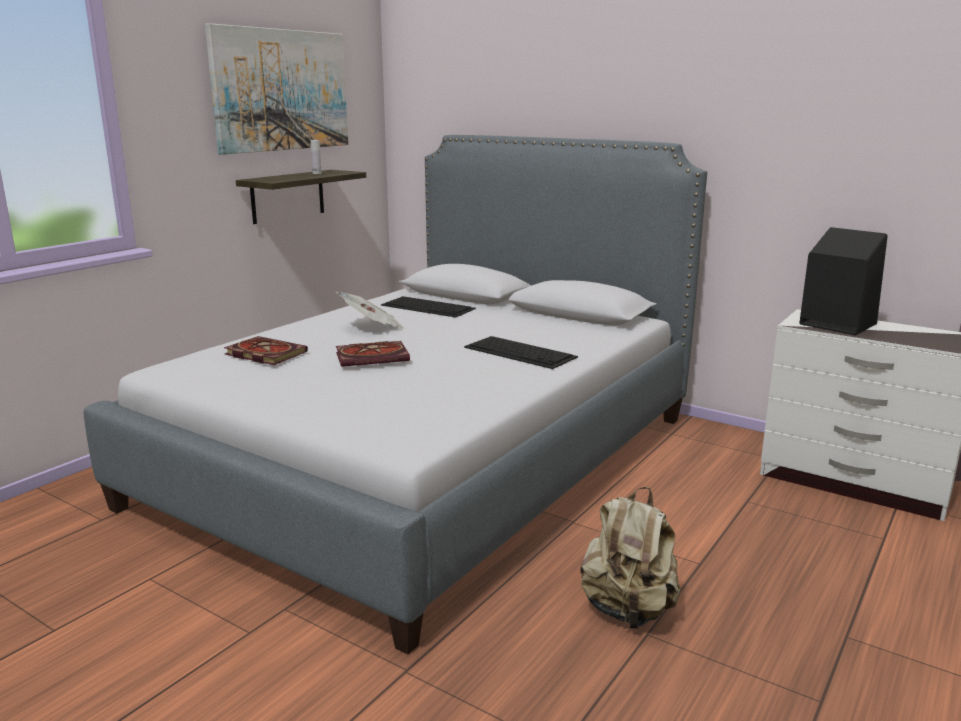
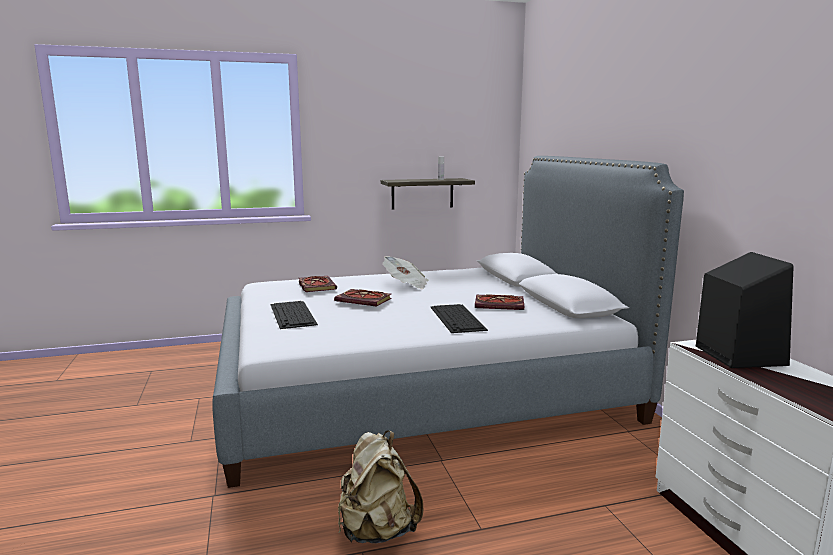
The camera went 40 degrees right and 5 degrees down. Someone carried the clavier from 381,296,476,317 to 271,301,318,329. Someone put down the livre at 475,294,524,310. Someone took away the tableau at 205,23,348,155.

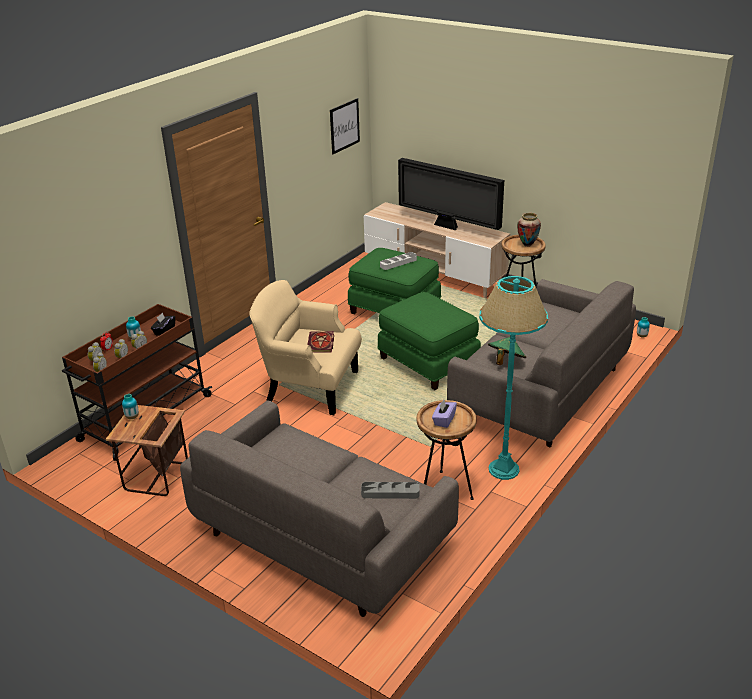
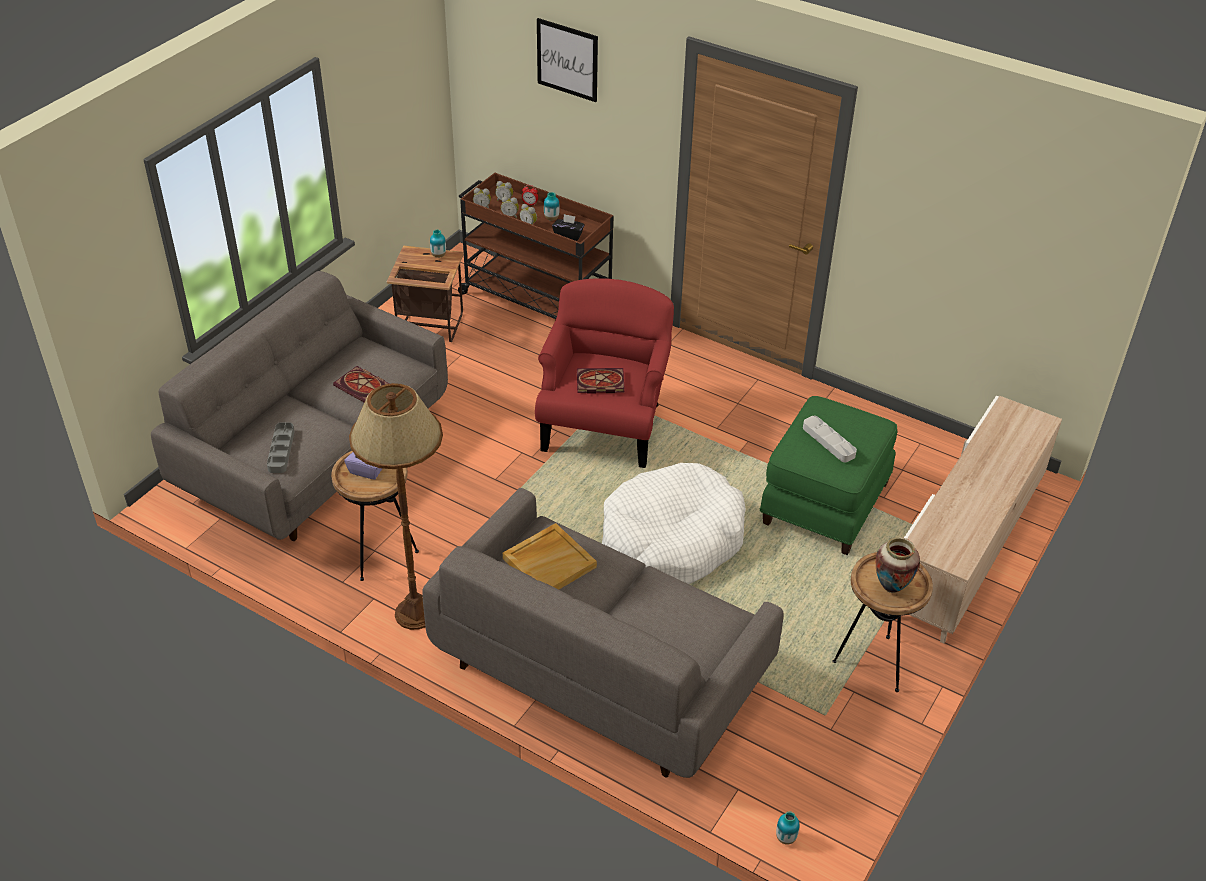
The camera went 85 degrees right and 10 degrees up. Someone put down the livre at 333,366,389,402. Someone repainted the lampadaire [turquoise] at 479,276,548,480, which became the lampadaire [marron] at 349,383,443,630. Someone swapped the chapeau [vert] at 488,337,526,365 for the plateau [beige] at 503,523,597,589. Someone repainted the fauteuil [beige] at 249,280,362,415, which became the fauteuil [rouge] at 535,278,674,468. Someone carried the tableau from 330,98,360,154 to 537,18,598,102. Someone swapped the pouf [vert] at 377,292,481,390 for the panier pour chien [blanc] at 602,463,746,584. Someone took away the téléviseur at 398,158,504,230.

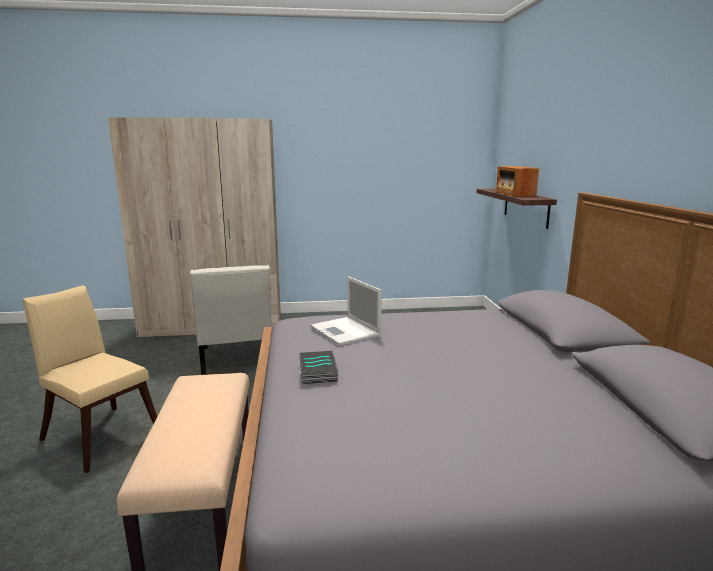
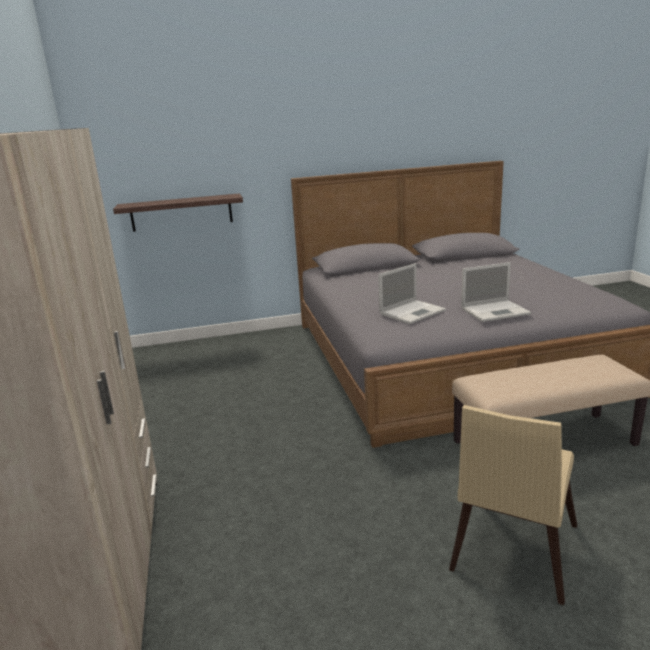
The camera went 95 degrees left and 5 degrees up. Someone swapped the livre at 299,351,338,384 for the ordinateur portable at 461,262,531,322. Someone took away the chaise [blanc] at 190,265,272,375. Someone took away the radio at 496,166,539,197.

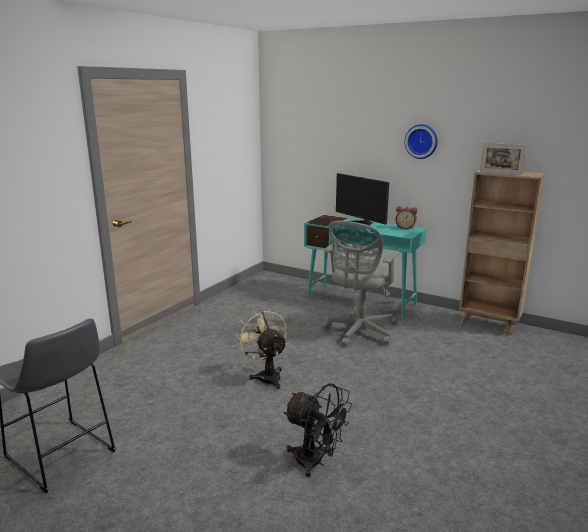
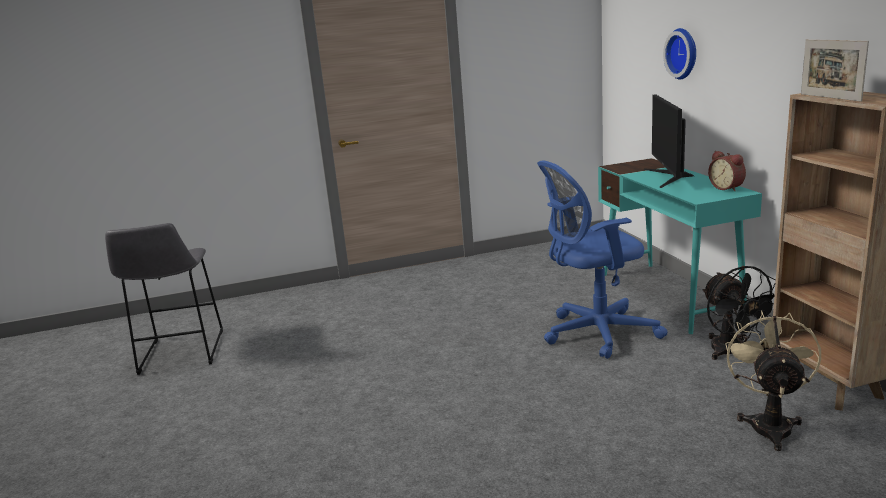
The camera went 45 degrees right and 0 degrees up. Someone repainted the chaise de bureau [gris] at 323,221,399,346, which became the chaise de bureau [bleu] at 537,161,668,359. Someone carried the horloge murale from 405,124,438,159 to 663,28,696,79. Someone carried the ventilateur [noir] from 283,383,352,478 to 702,266,776,360. Someone carried the ventilateur [beige] from 236,308,287,389 to 725,310,821,451.

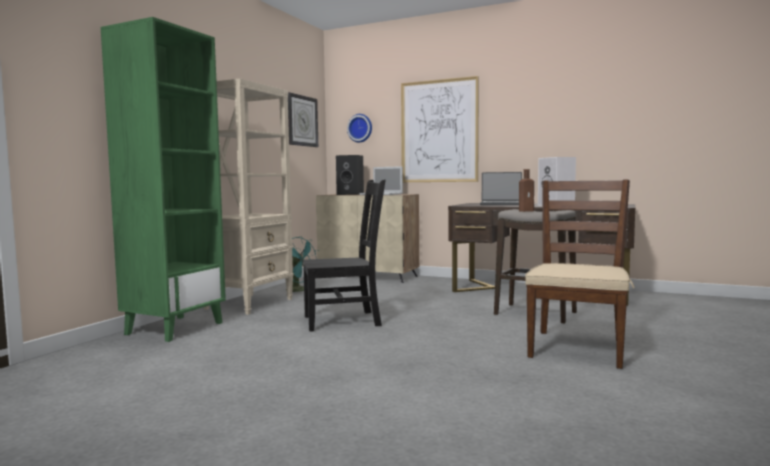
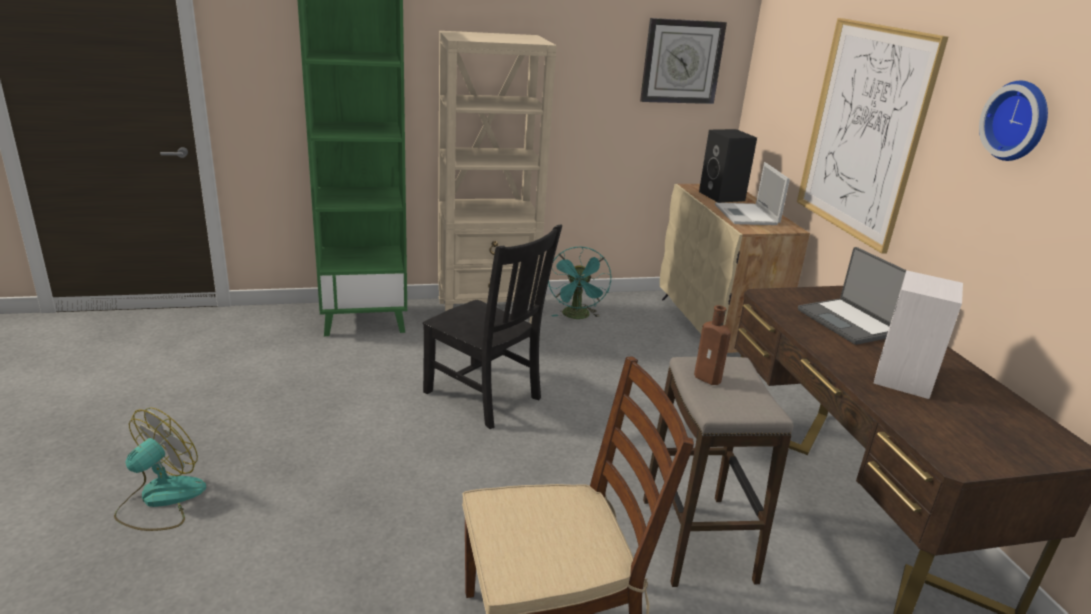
The camera went 50 degrees right and 20 degrees up. Someone put down the ventilateur at 114,407,206,531. Someone carried the horloge murale from 347,114,372,143 to 979,80,1048,161.

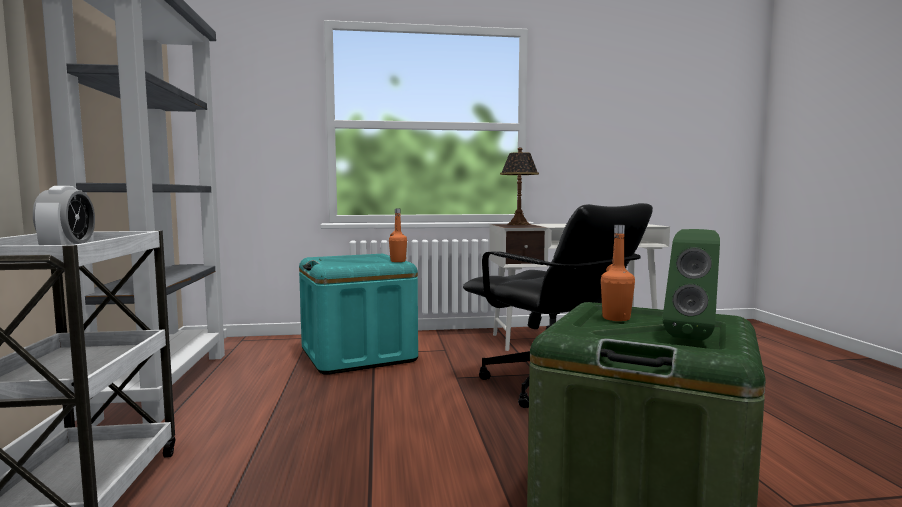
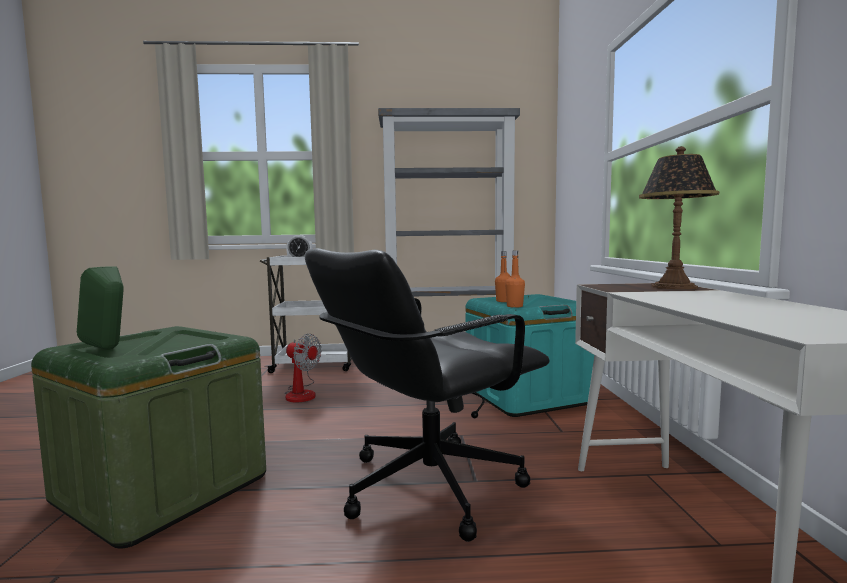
The camera went 95 degrees right and 0 degrees up. Someone put down the ventilateur at 284,334,322,403. Someone carried the bouteille [orange] from 601,225,635,321 to 495,251,511,302.

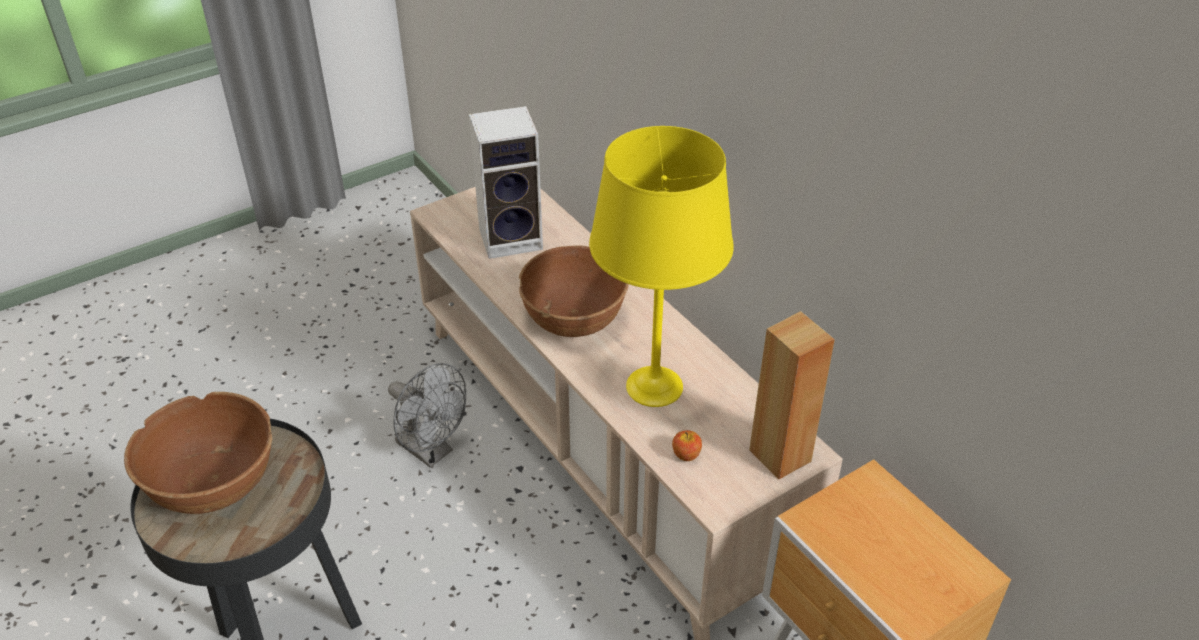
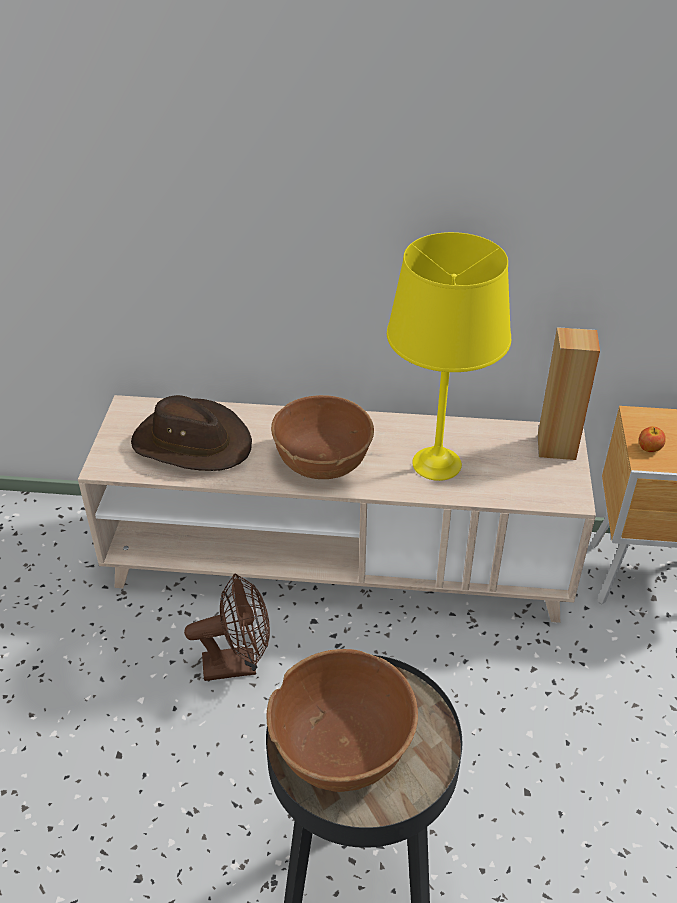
The camera went 50 degrees left and 0 degrees up. Someone swapped the enceinte at 469,106,543,259 for the chapeau [marron] at 131,395,252,471. Someone repainted the ventilateur [gris] at 388,363,466,468, which became the ventilateur [marron] at 184,574,270,681. Someone carried the pomme from 672,431,702,461 to 639,426,666,452.

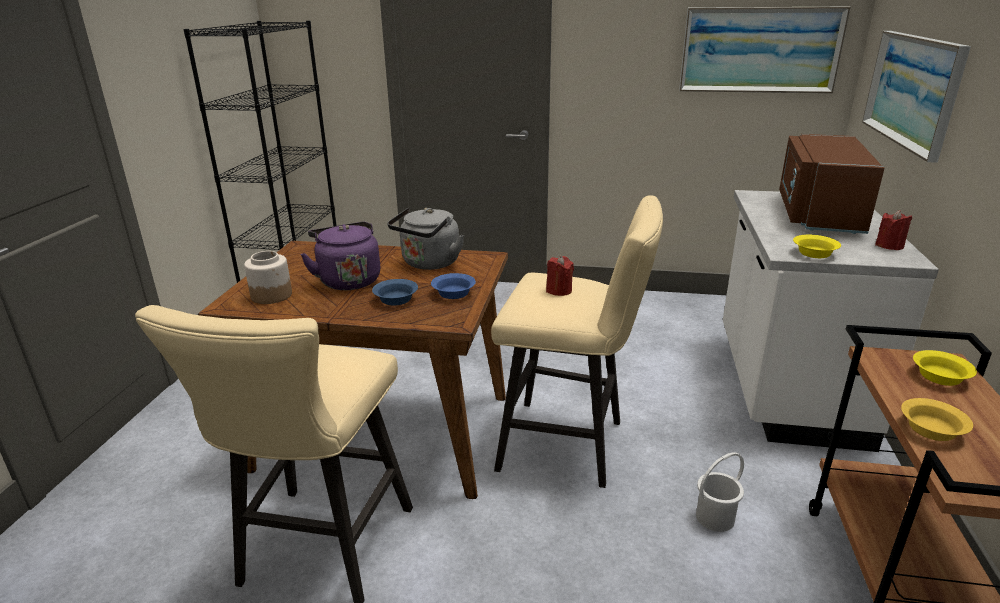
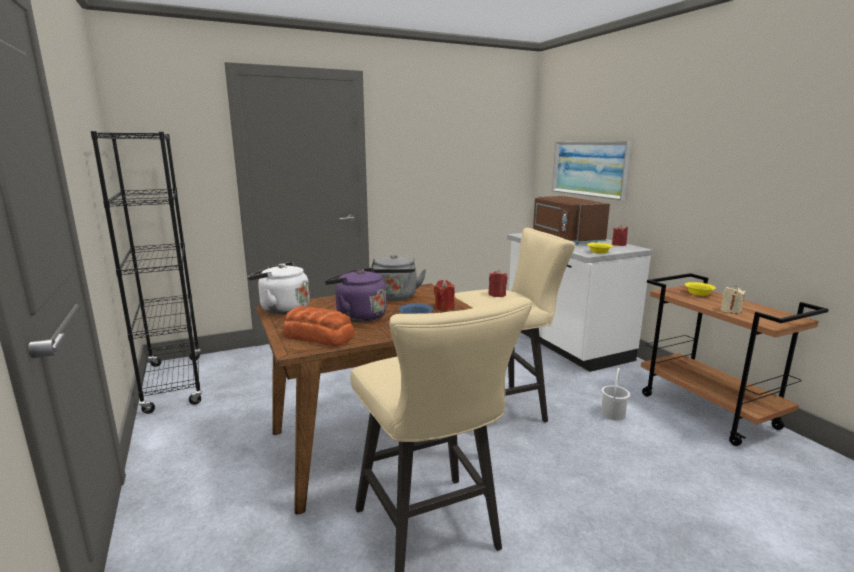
The camera went 35 degrees left and 10 degrees down. Someone put down the bouilloire [blanc] at 247,262,310,314. Someone swapped the bocal at 244,251,292,304 for the pain at 283,306,355,346. Someone swapped the bol [bleu] at 431,273,476,299 for the bougie [rouge] at 434,280,455,311. Someone swapped the bol [jaune] at 901,398,973,441 for the bougie [beige] at 720,285,746,314. Someone took away the tableau at 679,7,851,93.

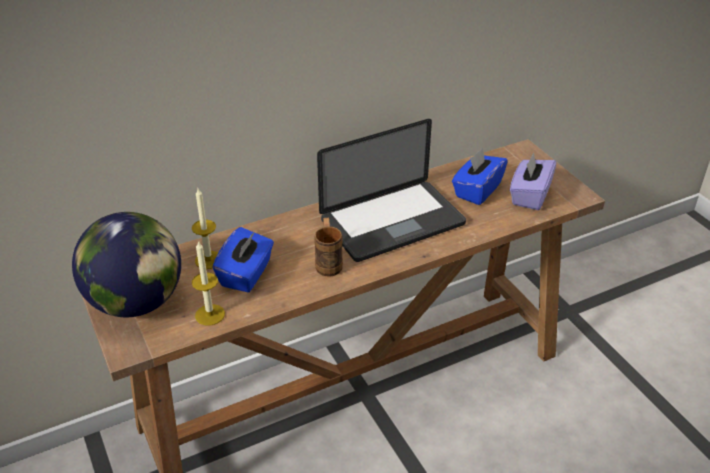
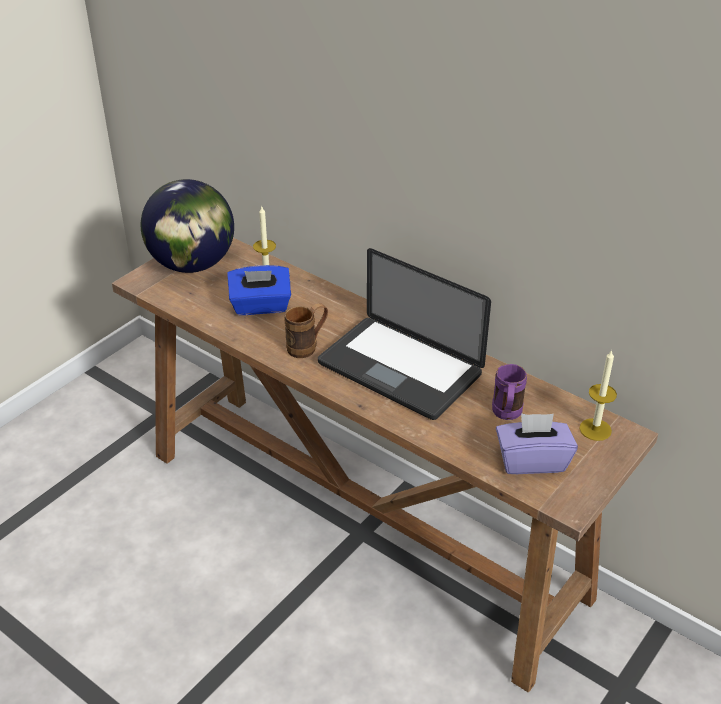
The camera went 65 degrees right and 0 degrees up. Someone swapped the boîte à mouchoirs [bleu] at 452,148,508,205 for the mug [violet] at 492,364,527,420. Someone carried the bougie from 192,240,225,326 to 579,350,617,441.

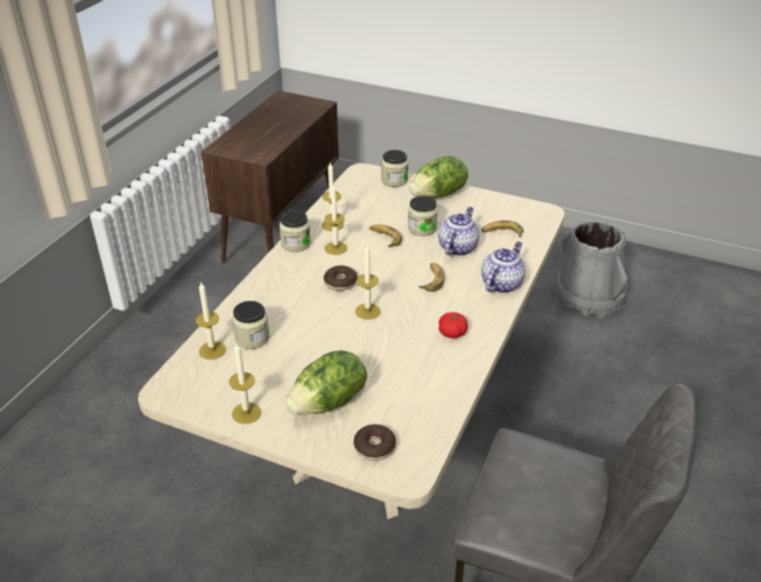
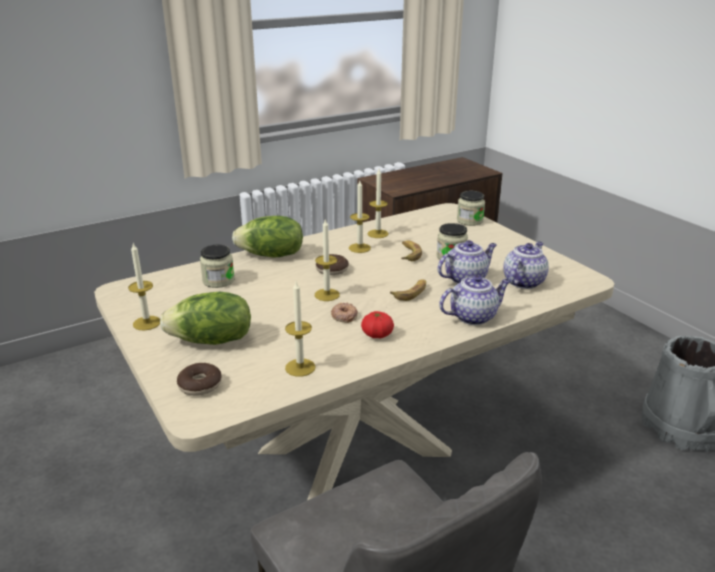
The camera went 35 degrees right and 10 degrees down. Someone carried the laitue from 409,156,468,198 to 232,216,303,258. Someone carried the bougie from 195,282,226,360 to 285,282,315,377. Someone put down the beignet at 331,303,358,323. Someone swapped the banane at 481,220,523,237 for the théière at 503,242,549,289. Someone took away the bocal at 279,210,311,252.

